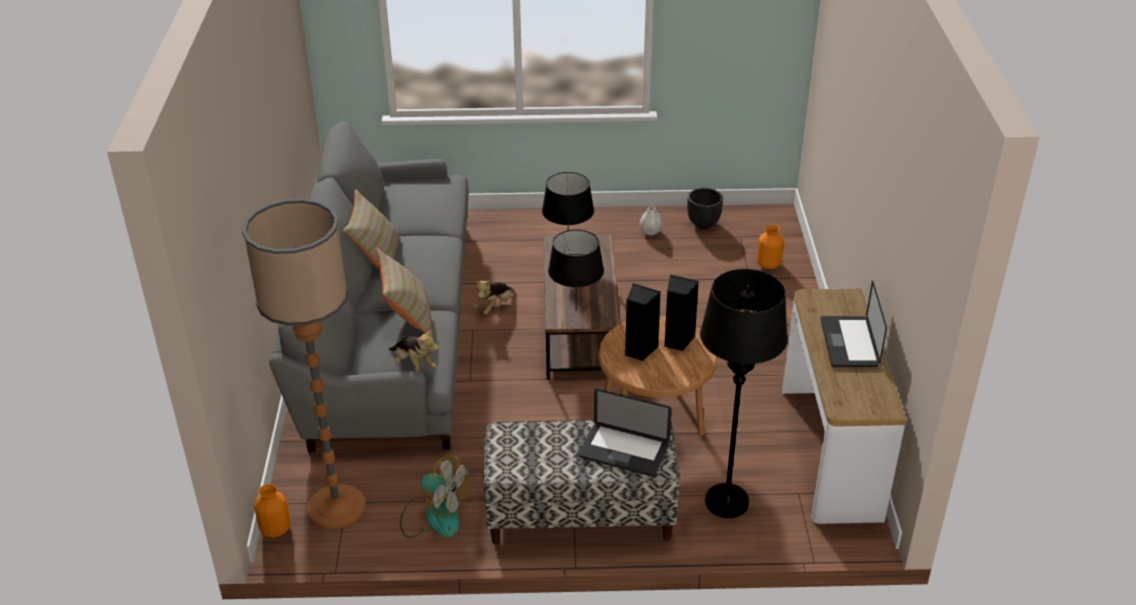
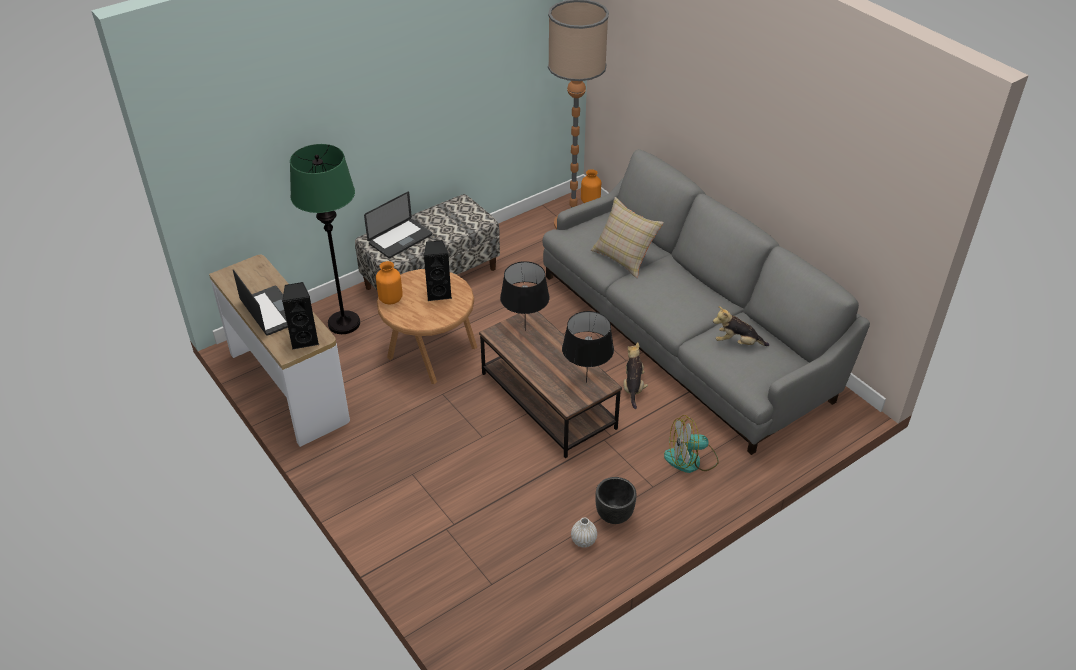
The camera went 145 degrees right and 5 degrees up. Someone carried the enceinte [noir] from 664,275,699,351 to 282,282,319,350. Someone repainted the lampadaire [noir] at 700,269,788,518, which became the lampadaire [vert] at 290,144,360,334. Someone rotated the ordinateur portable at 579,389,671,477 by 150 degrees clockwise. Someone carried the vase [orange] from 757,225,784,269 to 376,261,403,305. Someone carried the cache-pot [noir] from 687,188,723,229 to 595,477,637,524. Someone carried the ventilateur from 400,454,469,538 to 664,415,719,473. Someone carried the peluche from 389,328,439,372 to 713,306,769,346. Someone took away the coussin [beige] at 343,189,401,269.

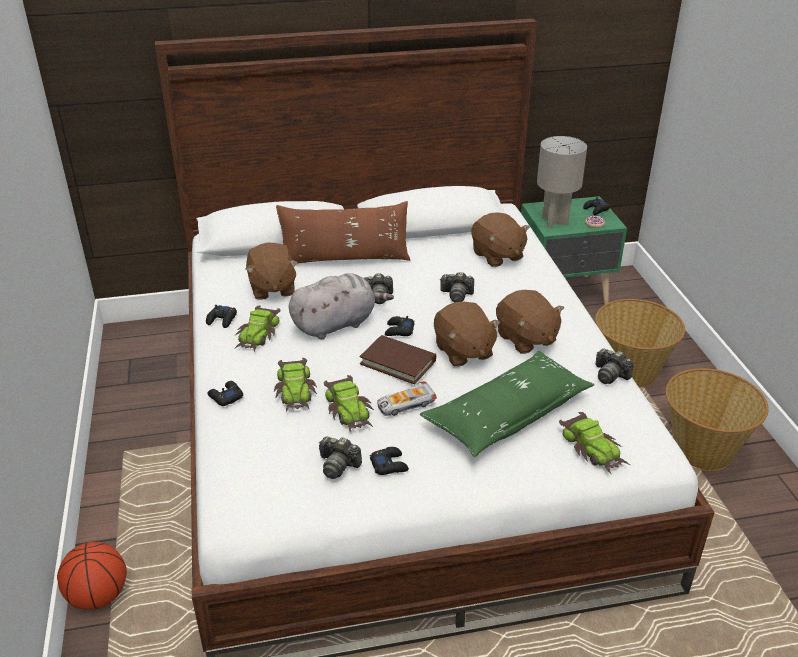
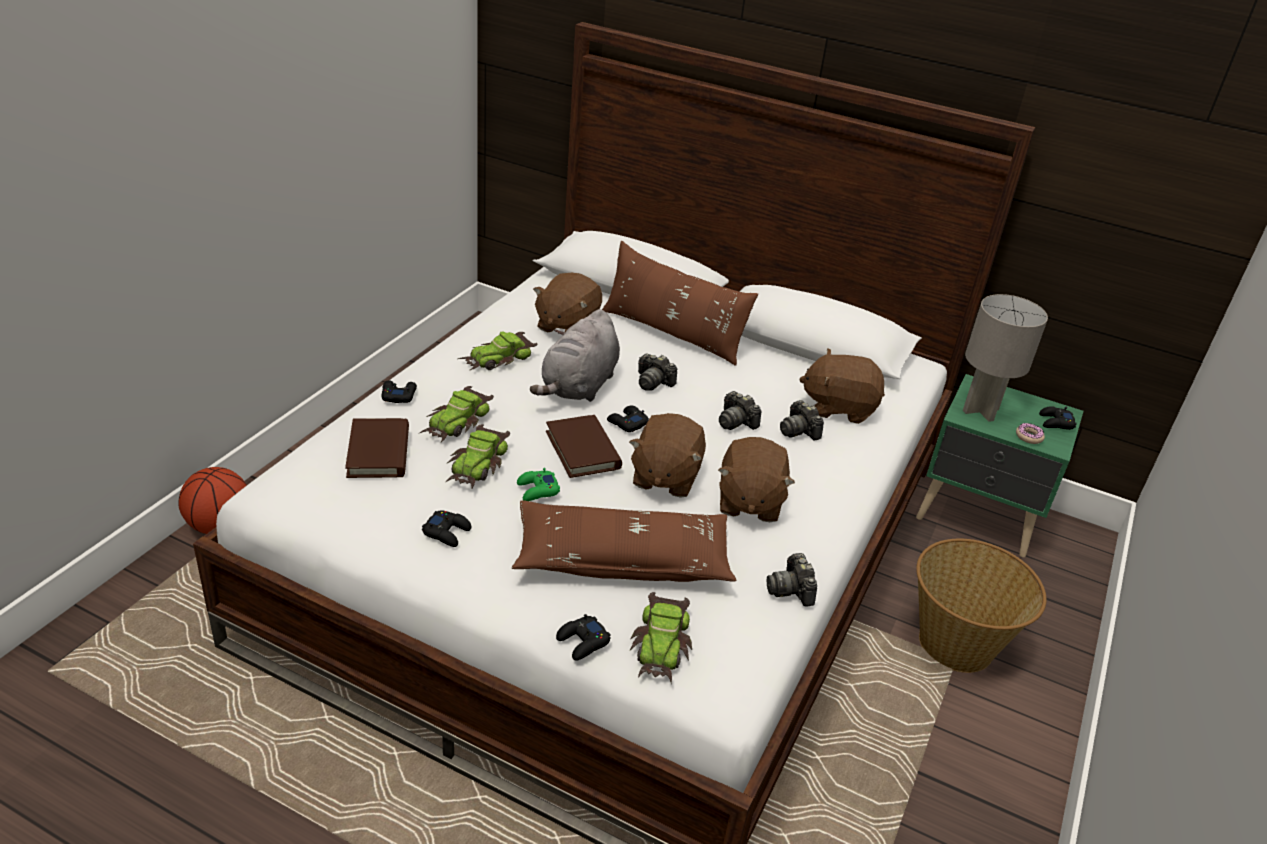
The camera went 35 degrees right and 0 degrees up. Someone put down the livre [marron] at 345,418,409,478. Someone repainted the coussin [vert] at 420,351,594,457, which became the coussin [marron] at 512,500,736,582. Someone swapped the petite voiture at 377,381,437,416 for the manette [vert] at 517,468,560,501. Someone rotated the peluche [gris] at 289,273,394,339 by 105 degrees clockwise. Someone carried the manette [noir] from 206,305,237,328 to 556,614,611,661. Someone carried the appareil photo from 319,436,362,479 to 780,400,824,441. Someone rotated the peluche [marron] at 471,212,530,267 by 90 degrees clockwise. Someone took away the panier at 666,368,769,471.

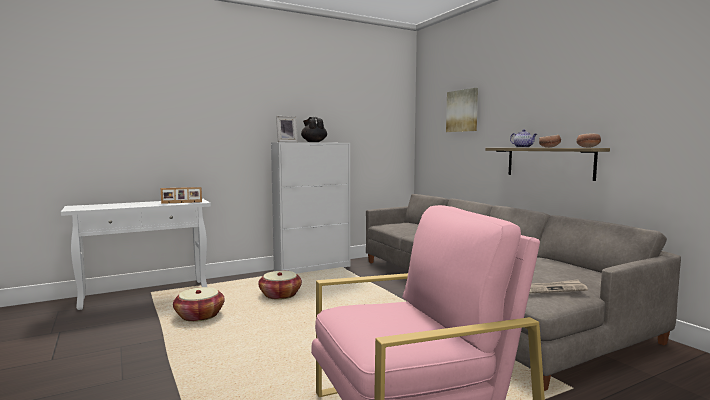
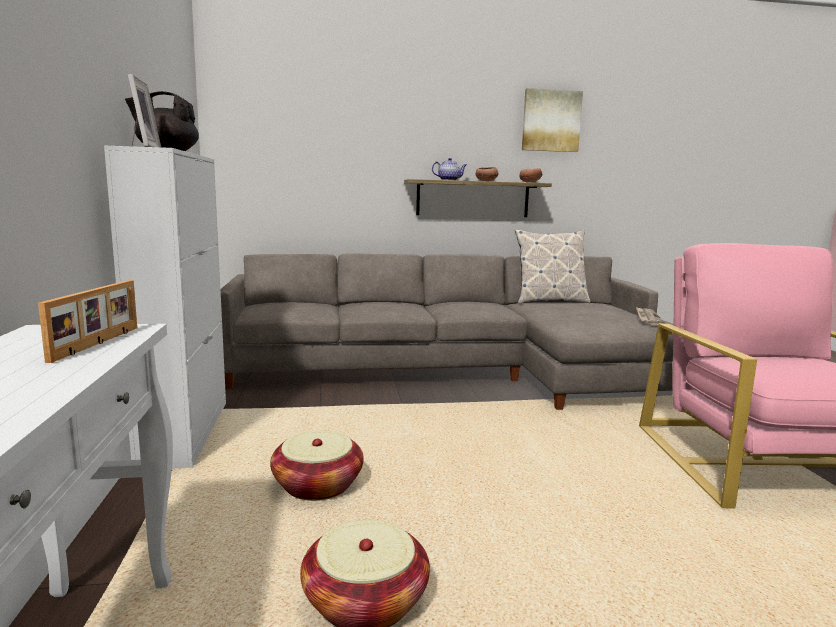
The camera went 70 degrees left and 5 degrees up. Someone put down the coussin at 515,230,590,304. Someone carried the tableau from 446,88,478,132 to 522,88,583,152.

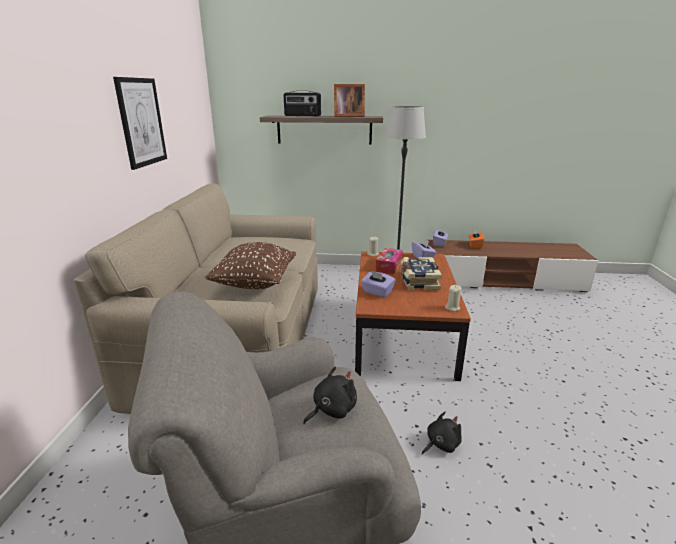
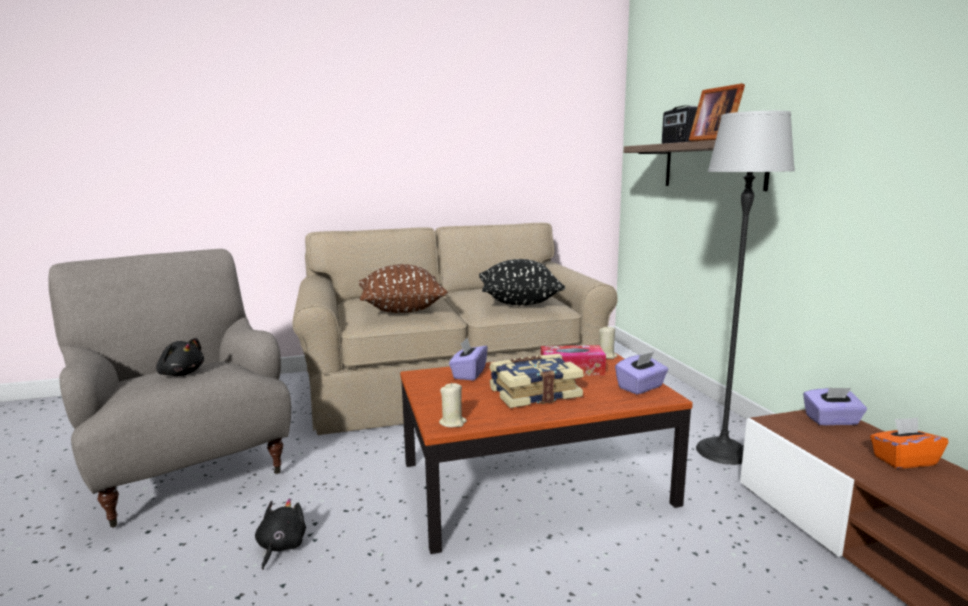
The camera went 70 degrees right and 10 degrees down. Someone rotated the peluche [noir] at 422,411,462,455 by 120 degrees counterclockwise. Someone put down the coussin [noir] at 479,259,565,305. Someone took away the tableau at 113,77,167,170.

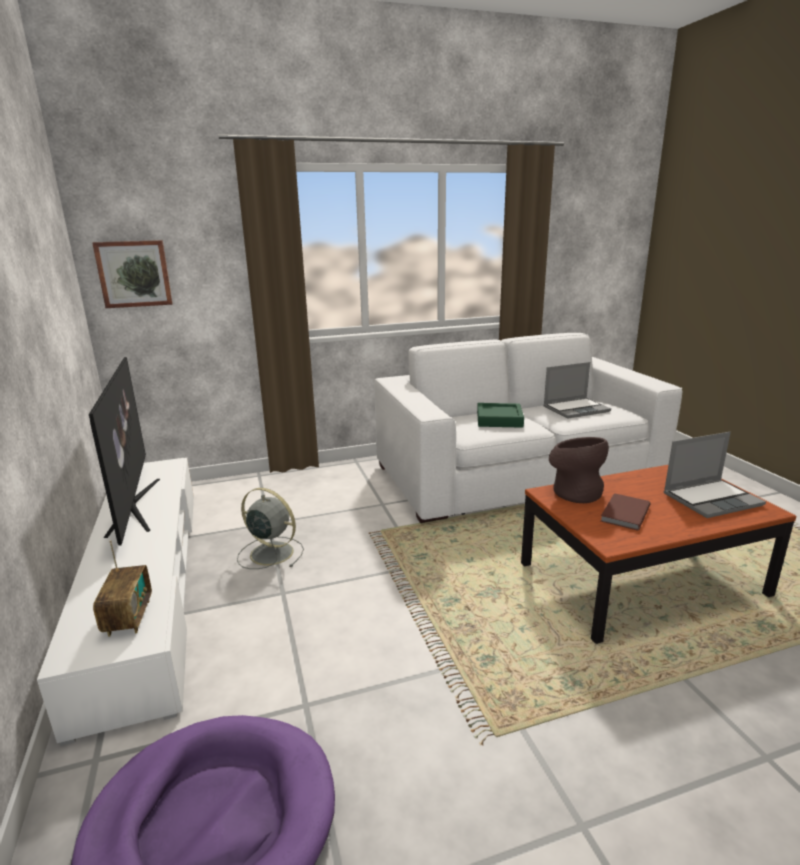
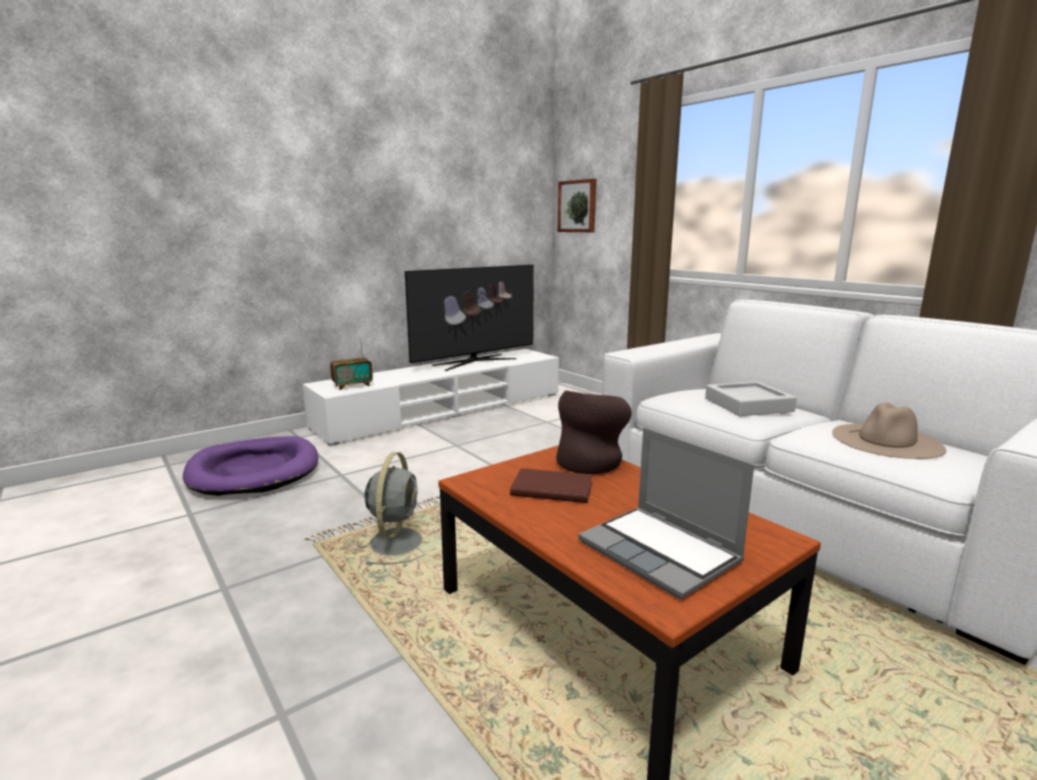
The camera went 70 degrees right and 5 degrees down. Someone carried the ventilateur [gris] from 237,488,304,569 to 357,452,425,565. Someone repainted the plateau [vert] at 477,403,524,428, which became the plateau [gris] at 705,381,797,416. Someone swapped the ordinateur portable at 543,362,611,419 for the chapeau [beige] at 832,403,947,459.

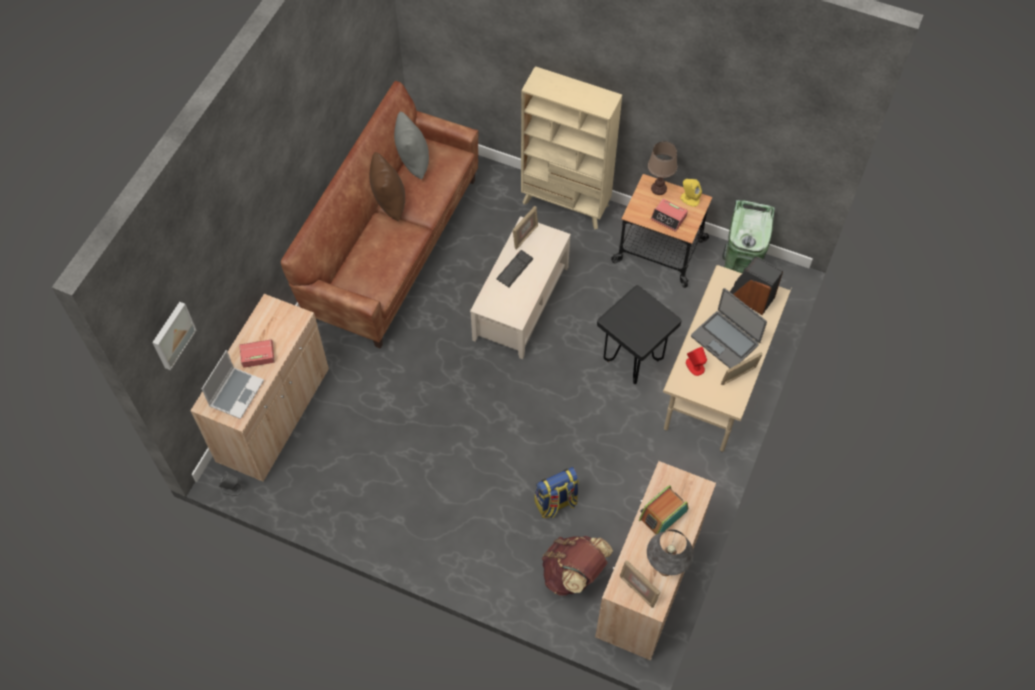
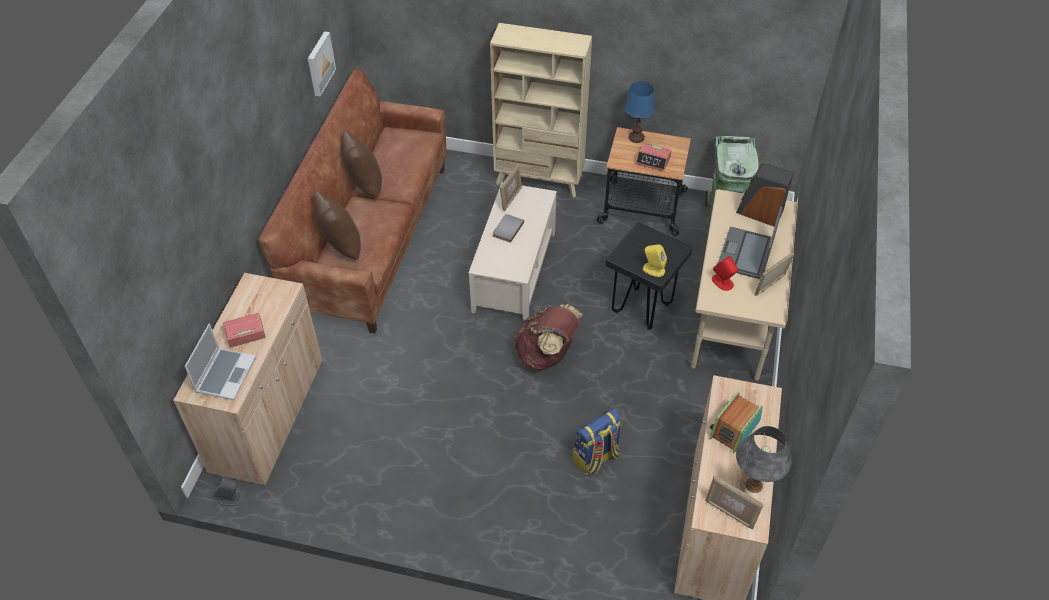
The camera went 10 degrees left and 10 degrees down. Someone carried the tableau from 152,302,196,370 to 308,31,336,96. Someone put down the coussin [marron] at 314,192,361,260. Someone swapped the clavier at 497,250,534,288 for the livre [gris] at 493,214,524,243. Someone carried the sac à dos [marron] from 542,536,613,596 to 514,304,583,371. Someone repainted the lampe de table [marron] at 648,141,677,195, which became the lampe de table [bleu] at 625,81,655,143. Someone carried the enceinte [jaune] from 680,179,702,207 to 643,244,667,277. Someone rotated the ordinateur portable at 691,288,767,368 by 75 degrees clockwise. Someone took away the coussin [gris] at 394,111,429,180.

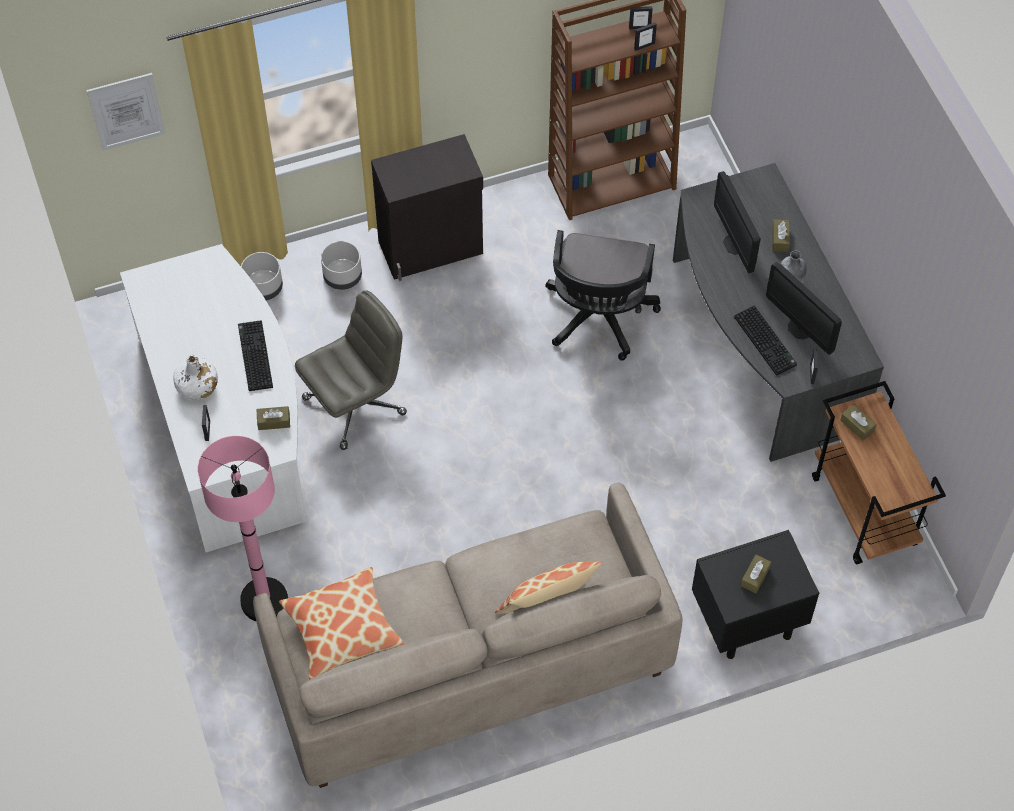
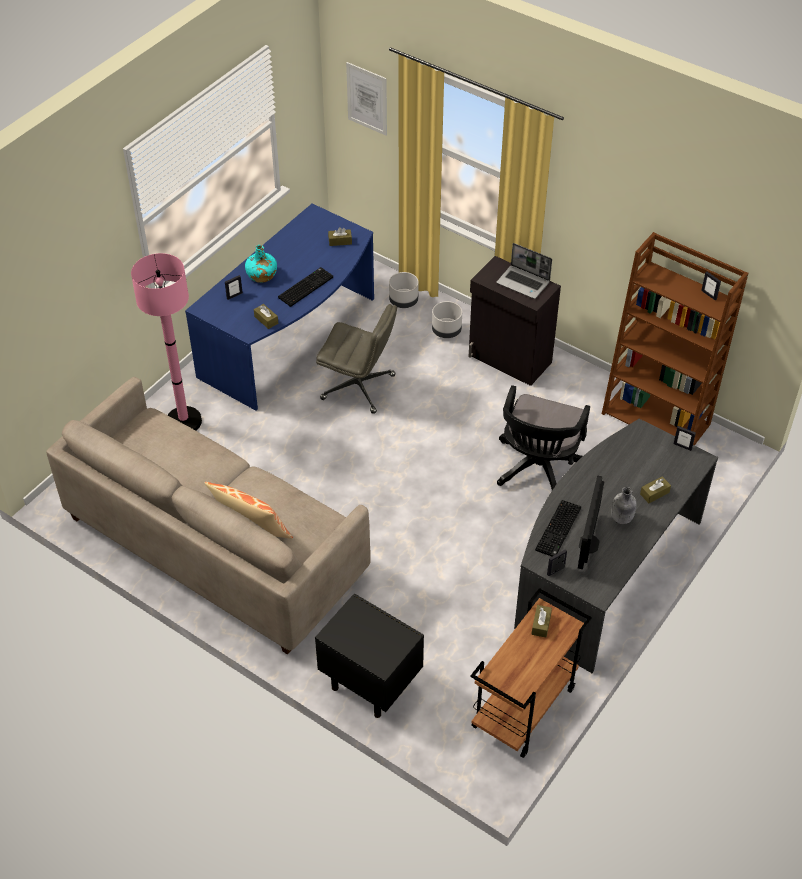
The camera went 55 degrees right and 10 degrees down. Someone repainted the bureau [blanc] at 120,244,307,552, which became the bureau [bleu] at 185,204,374,411. Someone repainted the bouteille [blanc] at 173,355,218,400, which became the bouteille [turquoise] at 245,245,277,283. Someone carried the boîte à mouchoirs [marron] from 741,555,771,593 to 328,227,352,246. Someone put down the ordinateur portable at 496,243,552,299. Someone rotated the chaise de bureau [noir] at 545,230,661,361 by 45 degrees counterclockwise. Someone carried the cadre photo from 634,22,657,51 to 674,426,696,451. Someone took away the coussin at 279,567,404,680. Someone took away the écran d'ordinateur at 714,171,761,273.

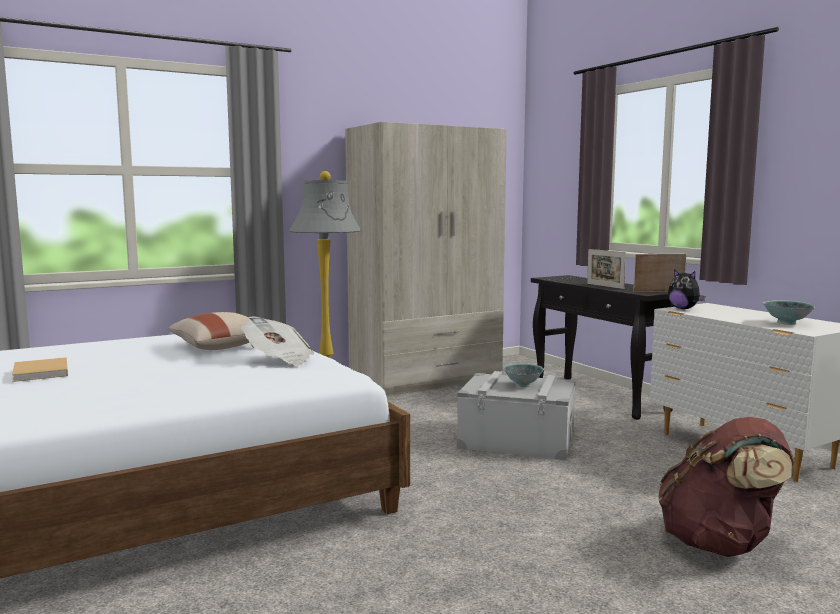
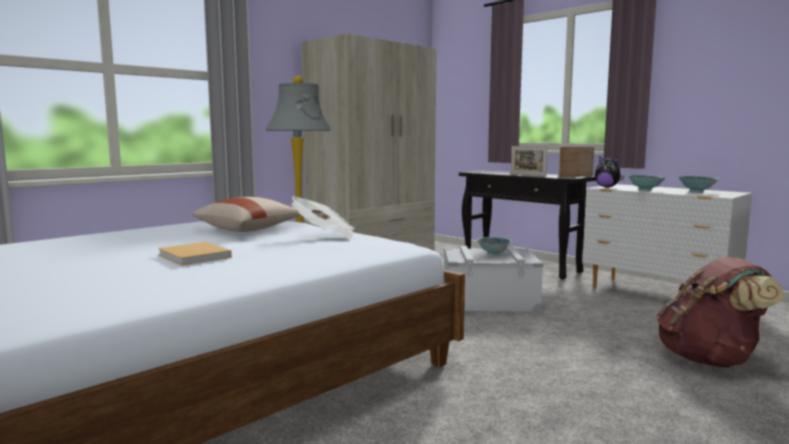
The camera went 15 degrees left and 0 degrees up. Someone carried the livre [beige] from 12,357,68,382 to 158,242,232,266. Someone put down the bol at 628,175,665,191.

